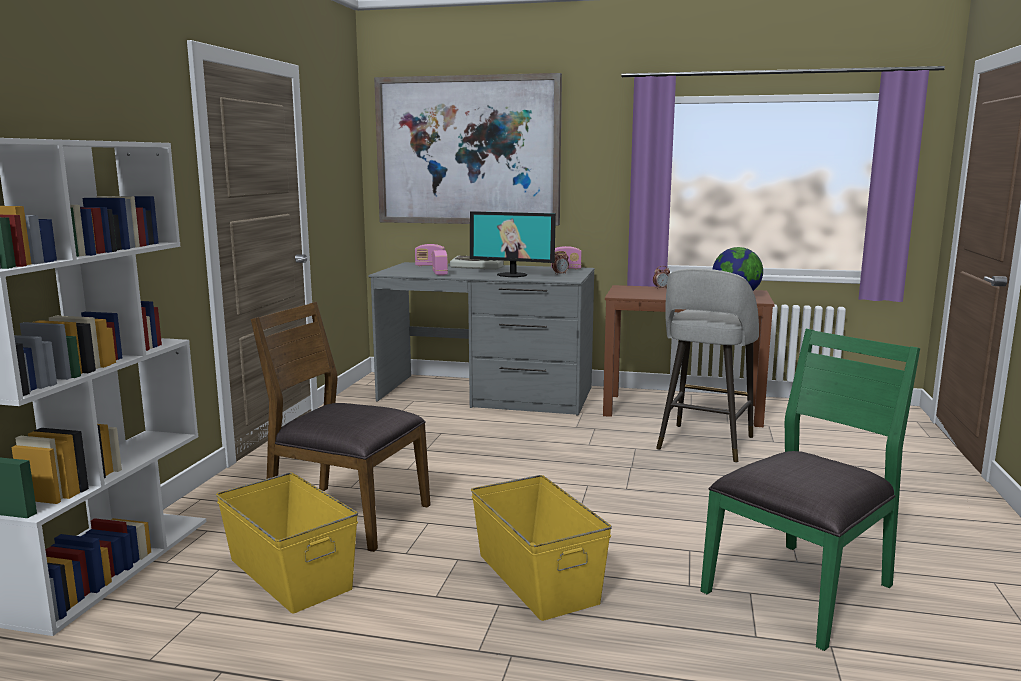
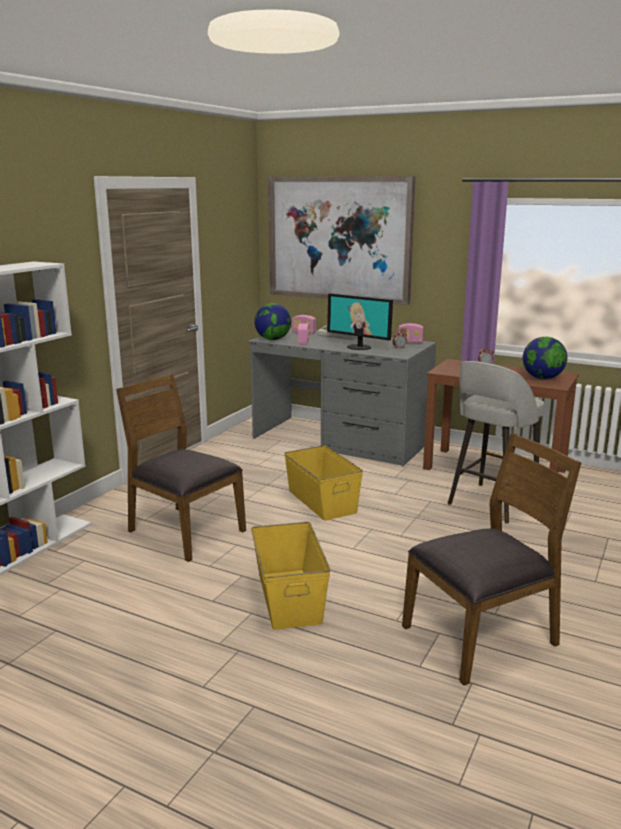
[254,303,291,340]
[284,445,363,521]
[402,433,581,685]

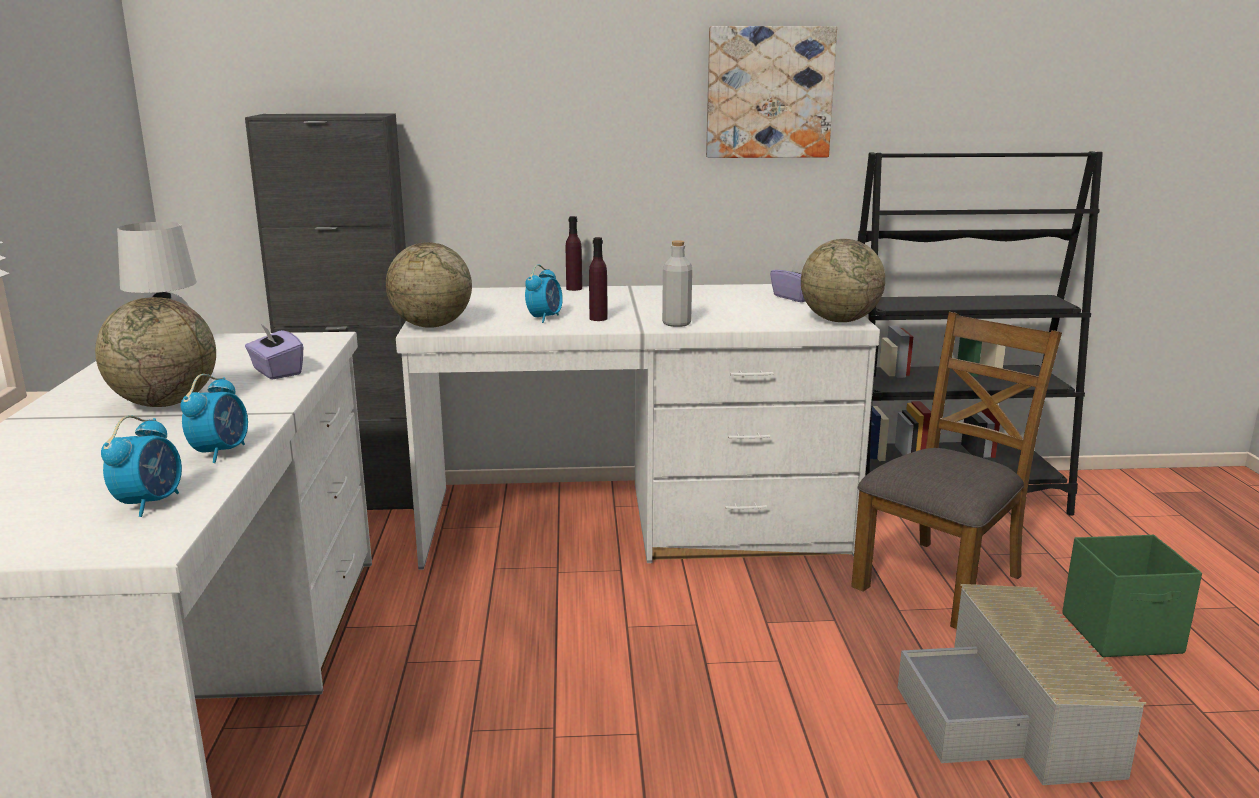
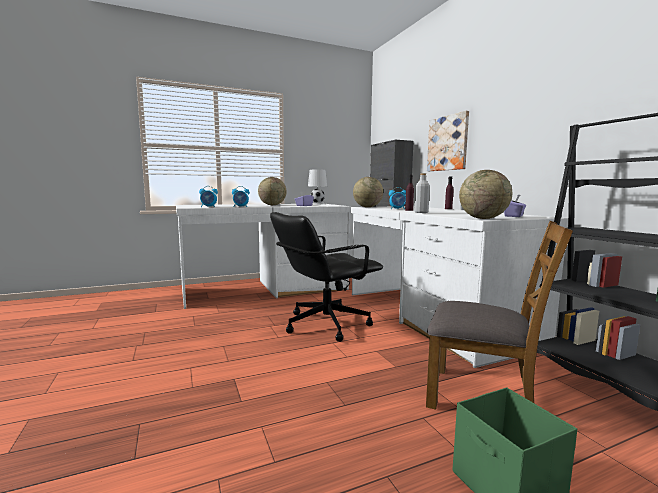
[270,212,383,342]
[427,111,469,171]
[898,584,1146,785] (first image)

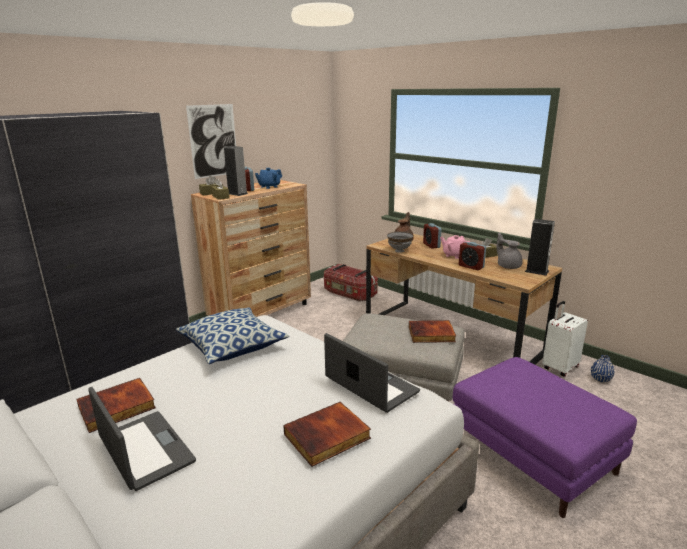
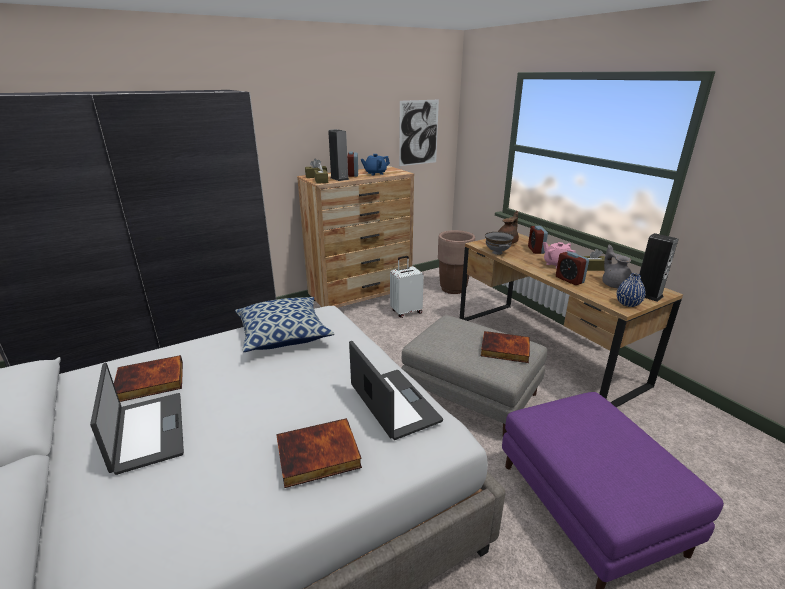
[390,256,424,318]
[399,100,439,166]
[438,230,475,294]
[617,273,645,307]

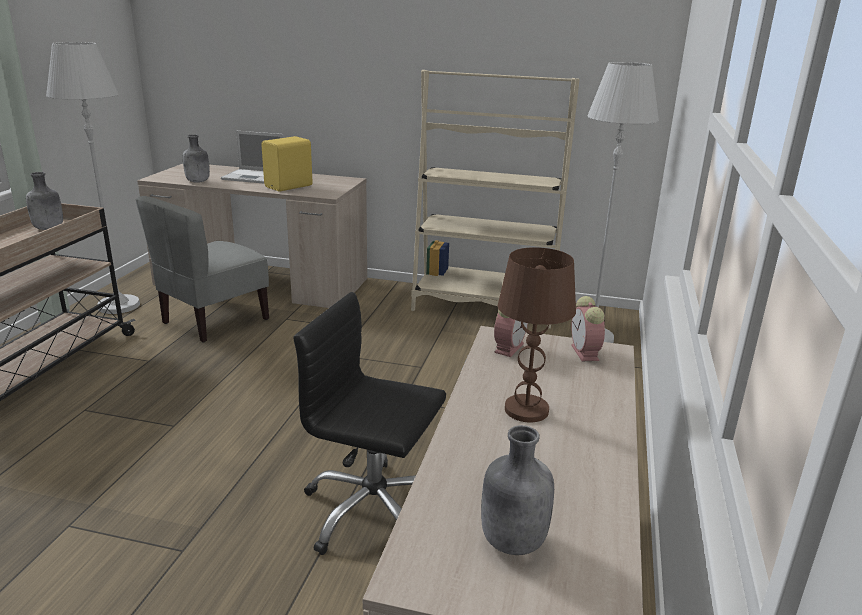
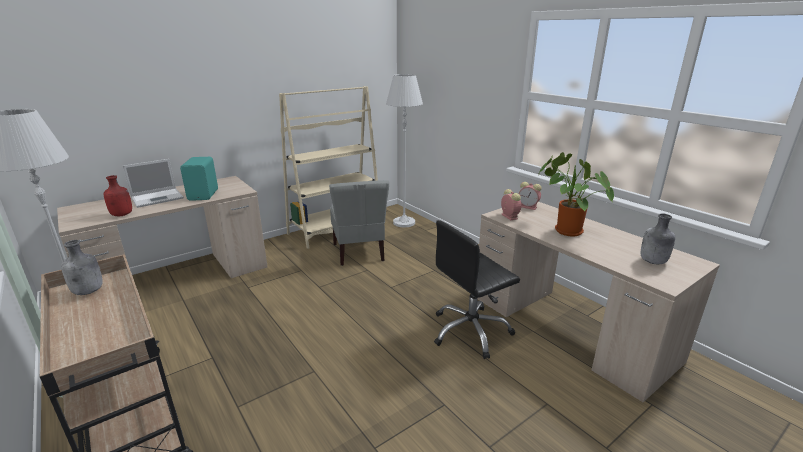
[104,175,132,216]
[180,157,218,201]
[329,180,389,266]
[539,152,614,237]

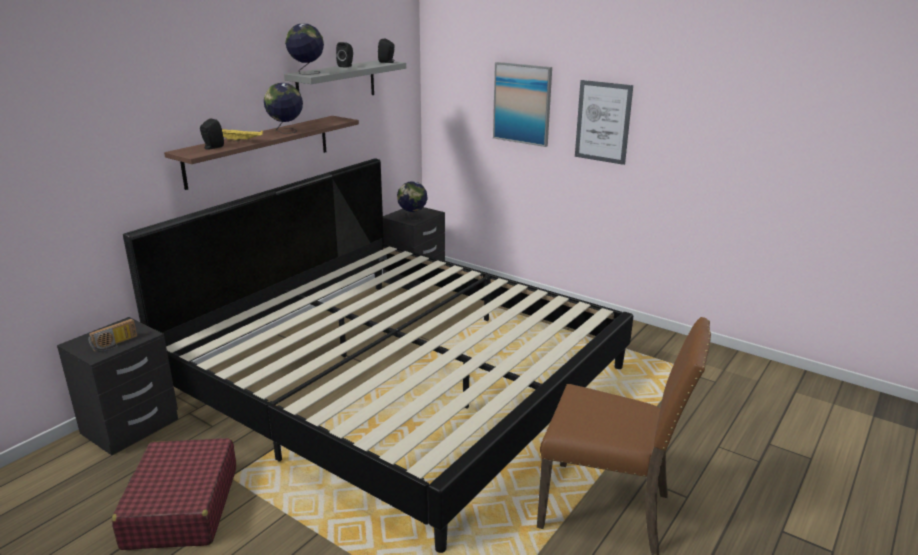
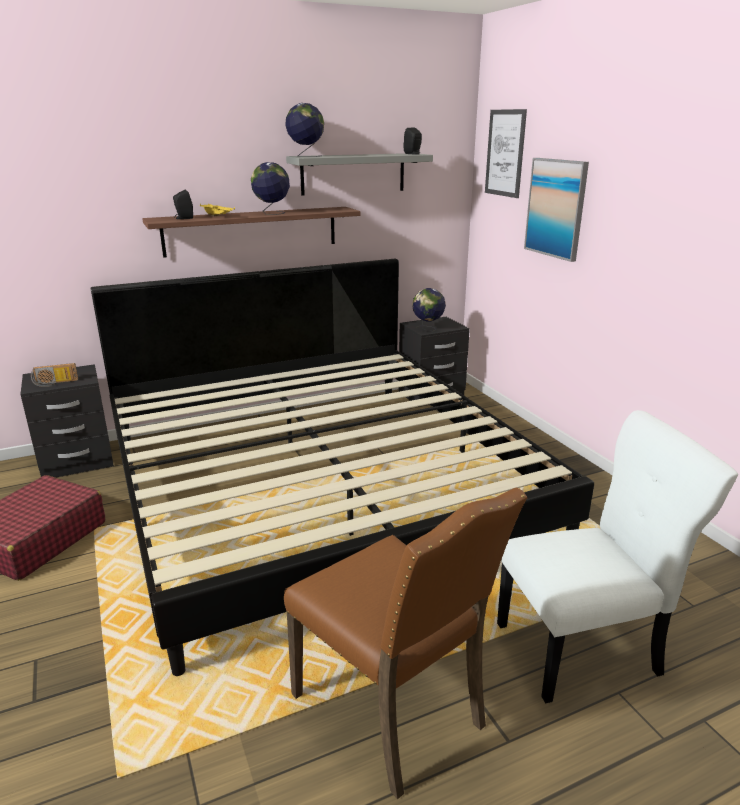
[485,109,527,198]
[497,410,738,703]
[336,42,353,68] (first image)

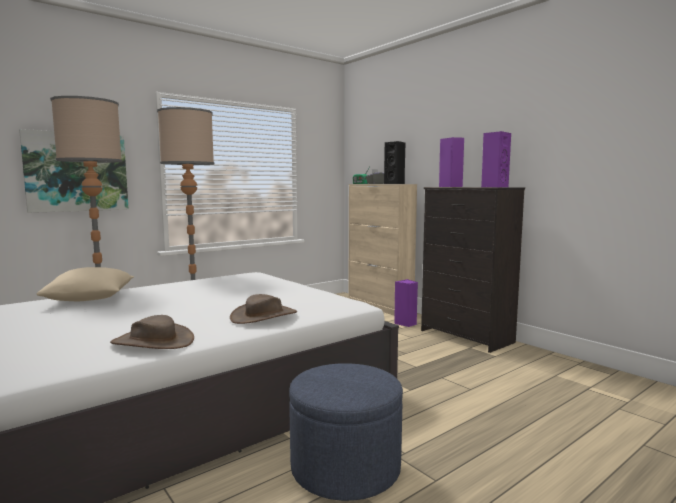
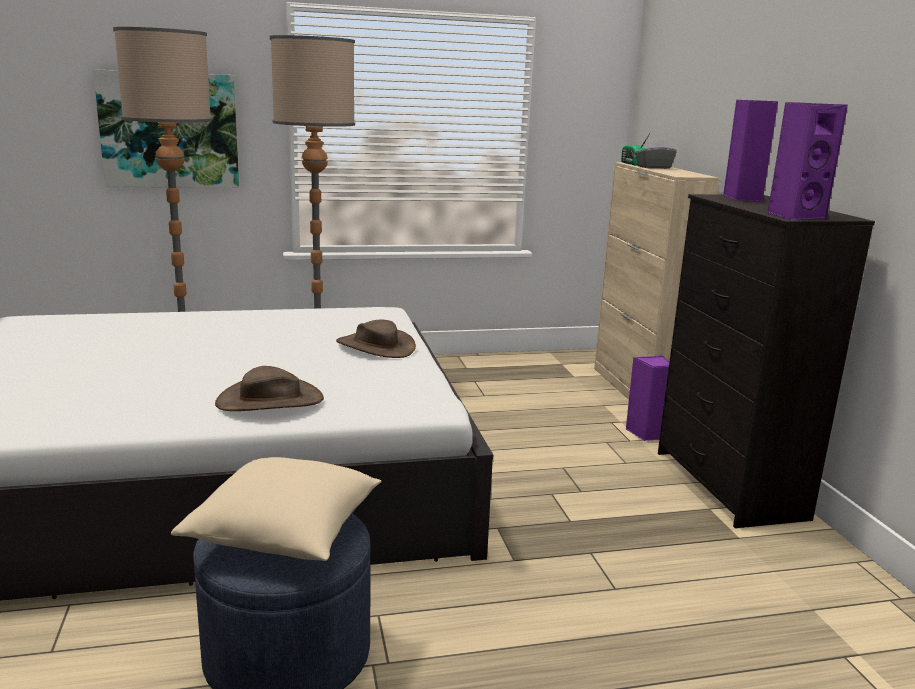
[171,457,382,561]
[336,319,416,358]
[384,141,406,184] (first image)

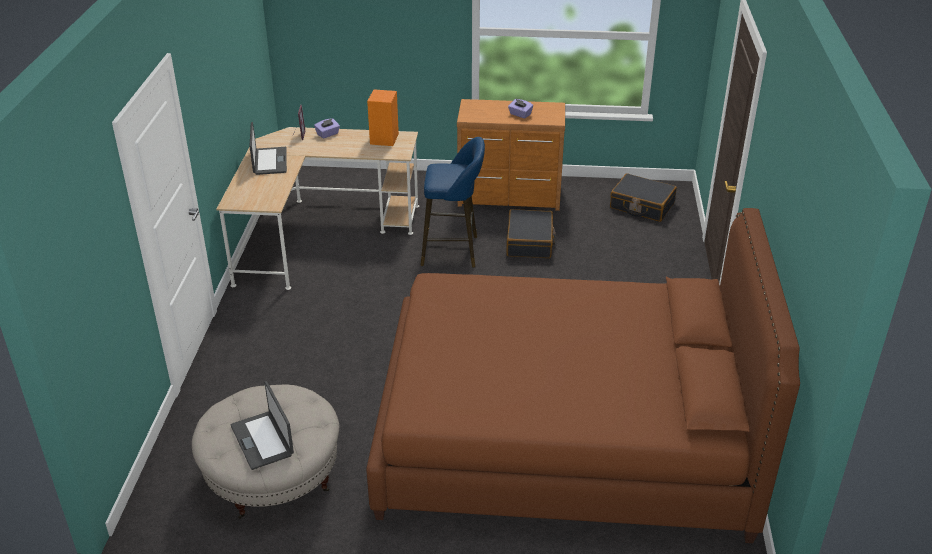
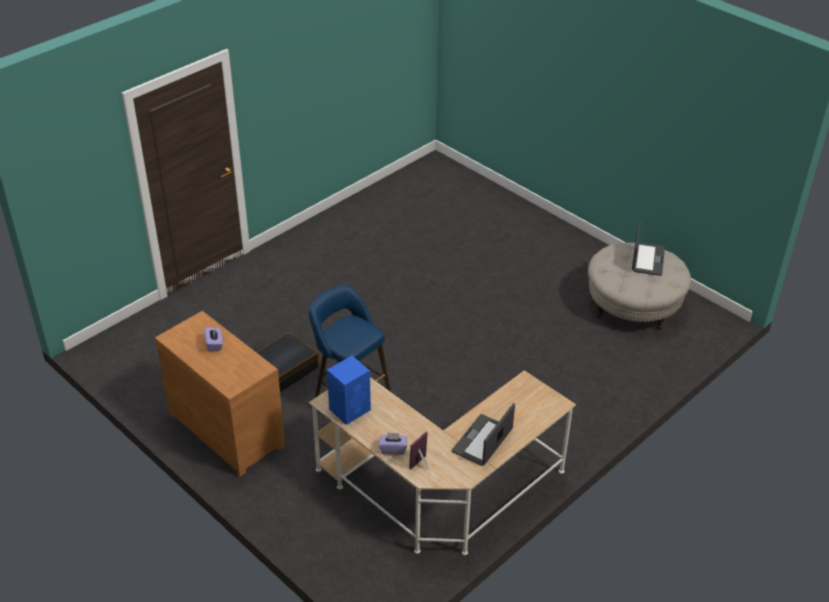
[327,356,371,425]
[366,208,800,543] (first image)
[610,173,677,222] (first image)

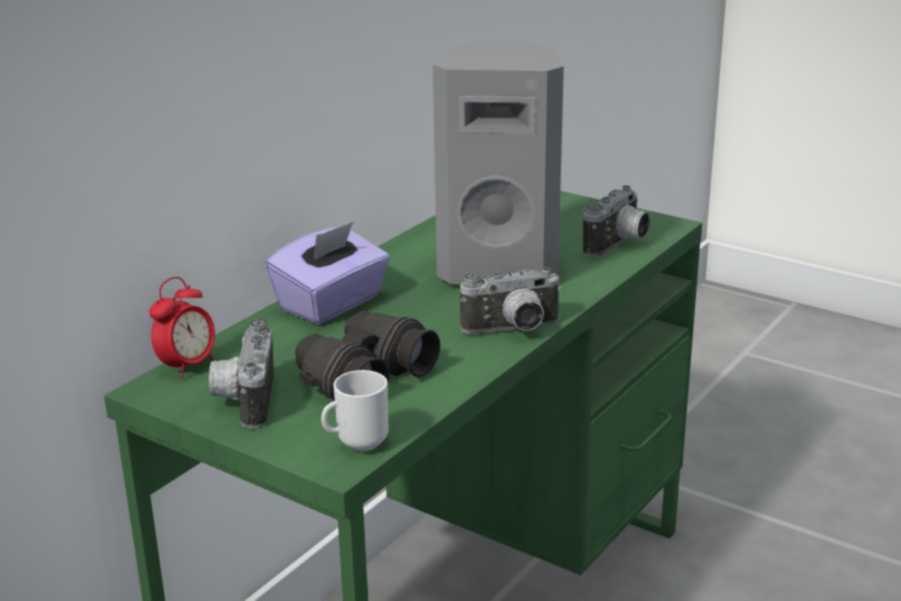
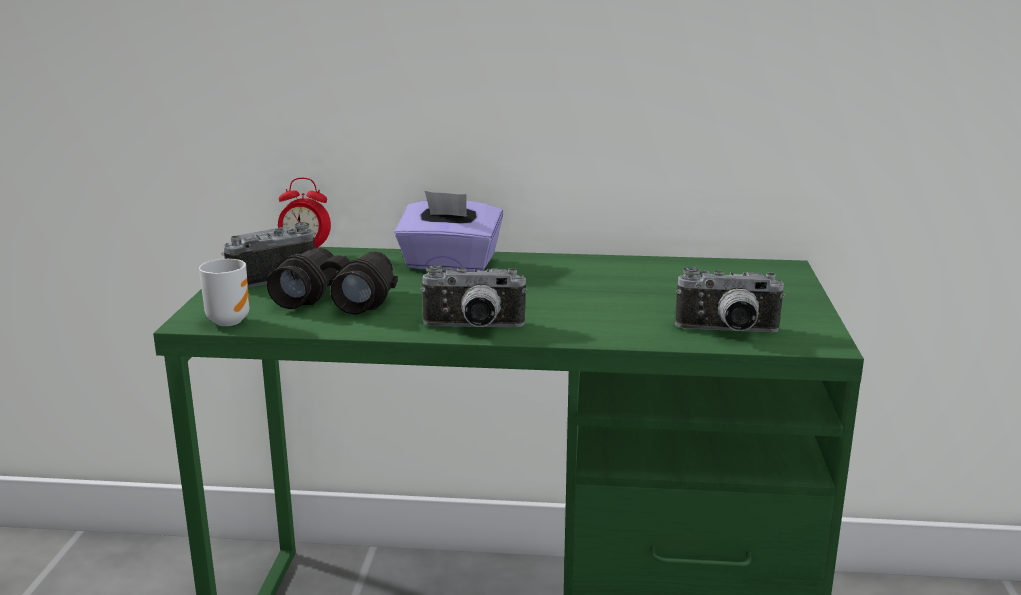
[420,265,527,327]
[433,42,564,284] (first image)

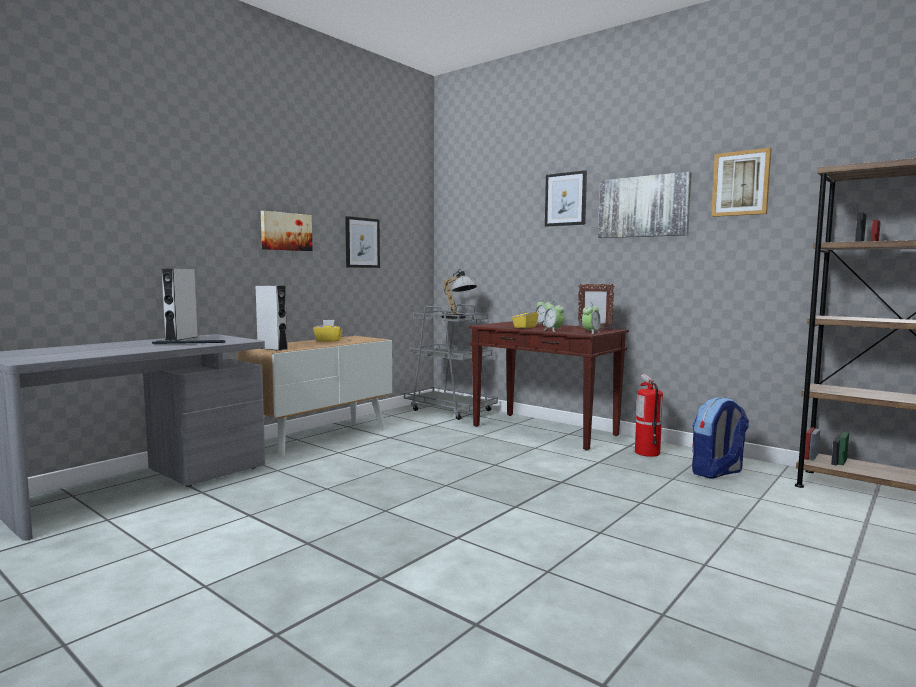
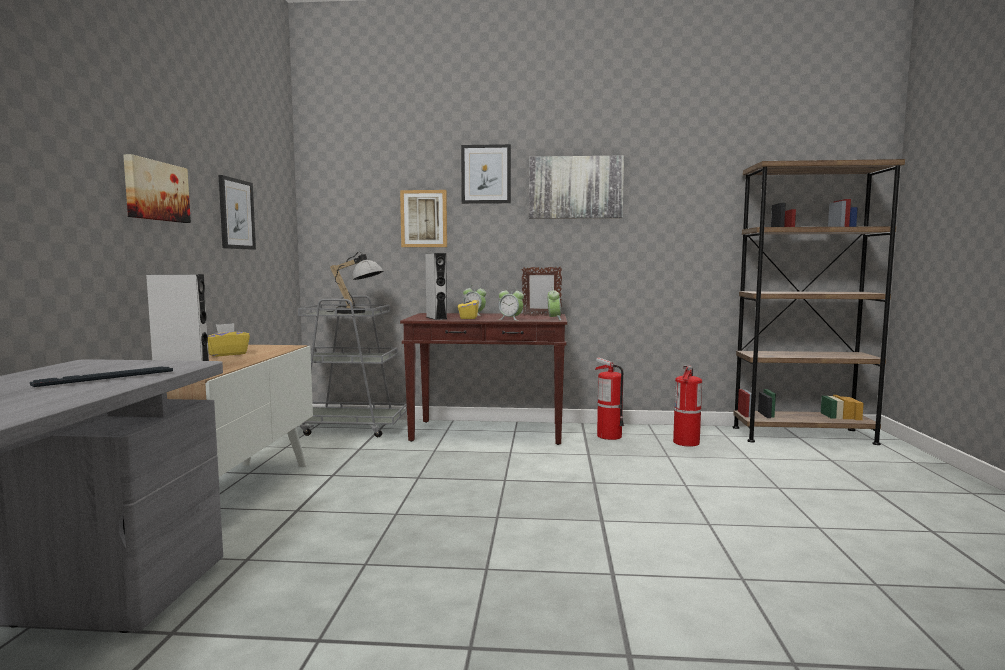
[400,190,447,247]
[425,253,447,320]
[673,366,702,447]

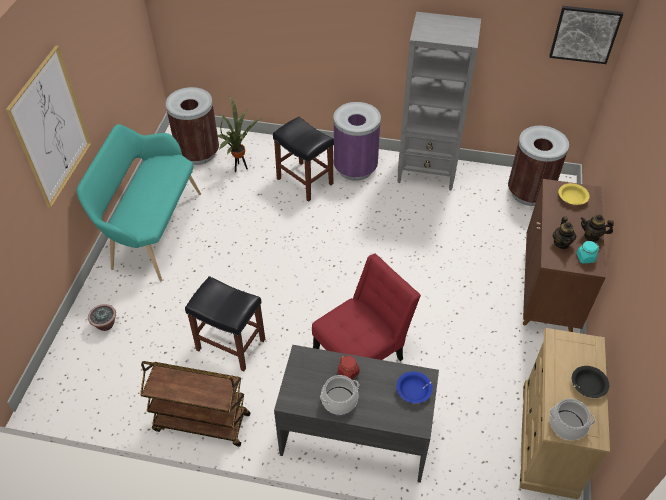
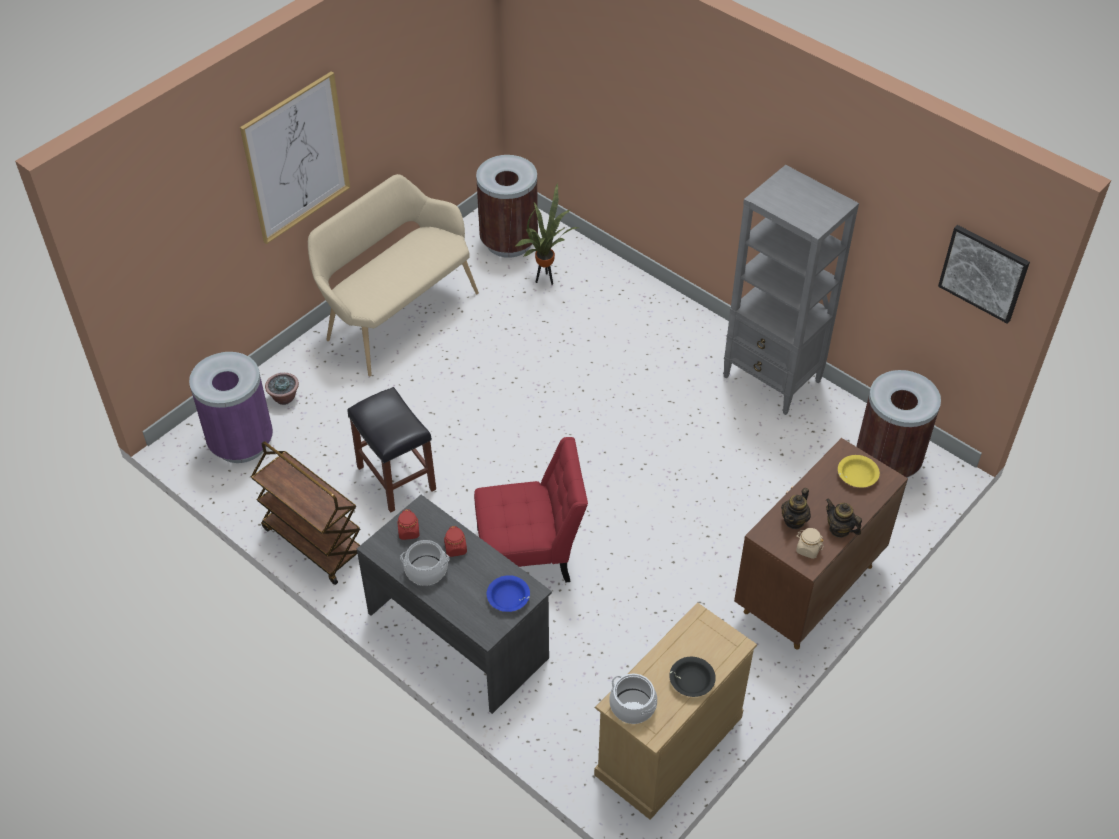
[189,352,273,463]
[308,174,479,376]
[398,509,420,540]
[796,528,824,559]
[273,117,334,202] (first image)

